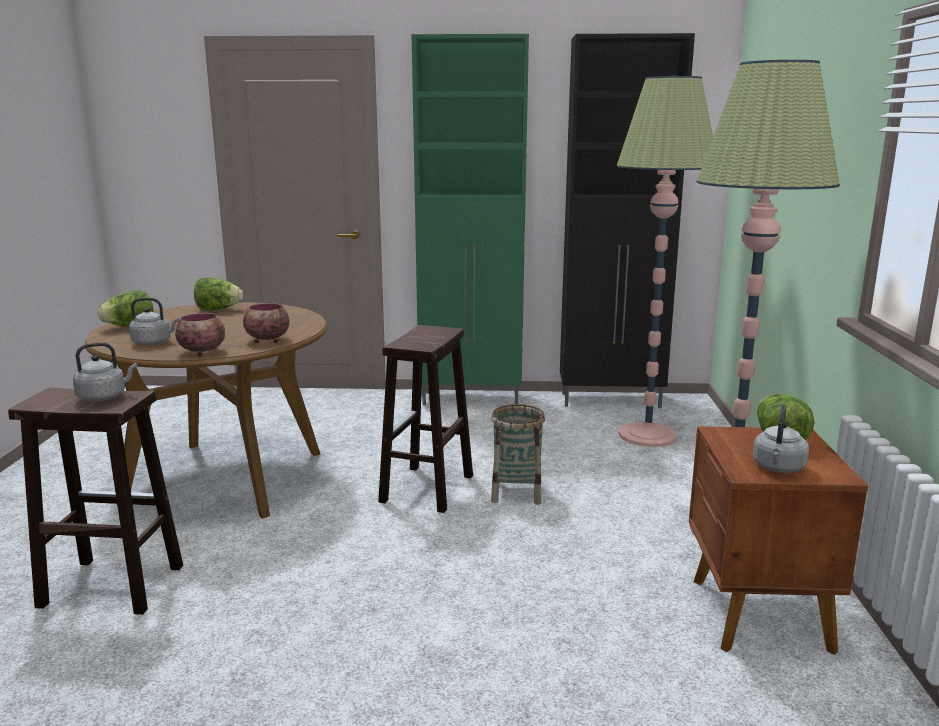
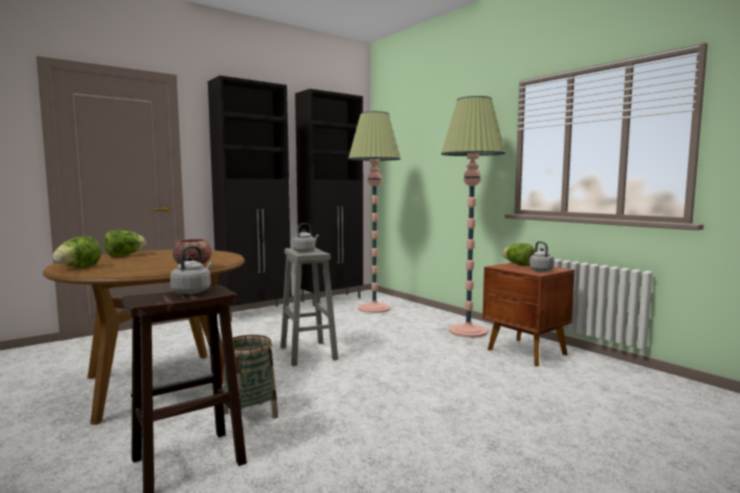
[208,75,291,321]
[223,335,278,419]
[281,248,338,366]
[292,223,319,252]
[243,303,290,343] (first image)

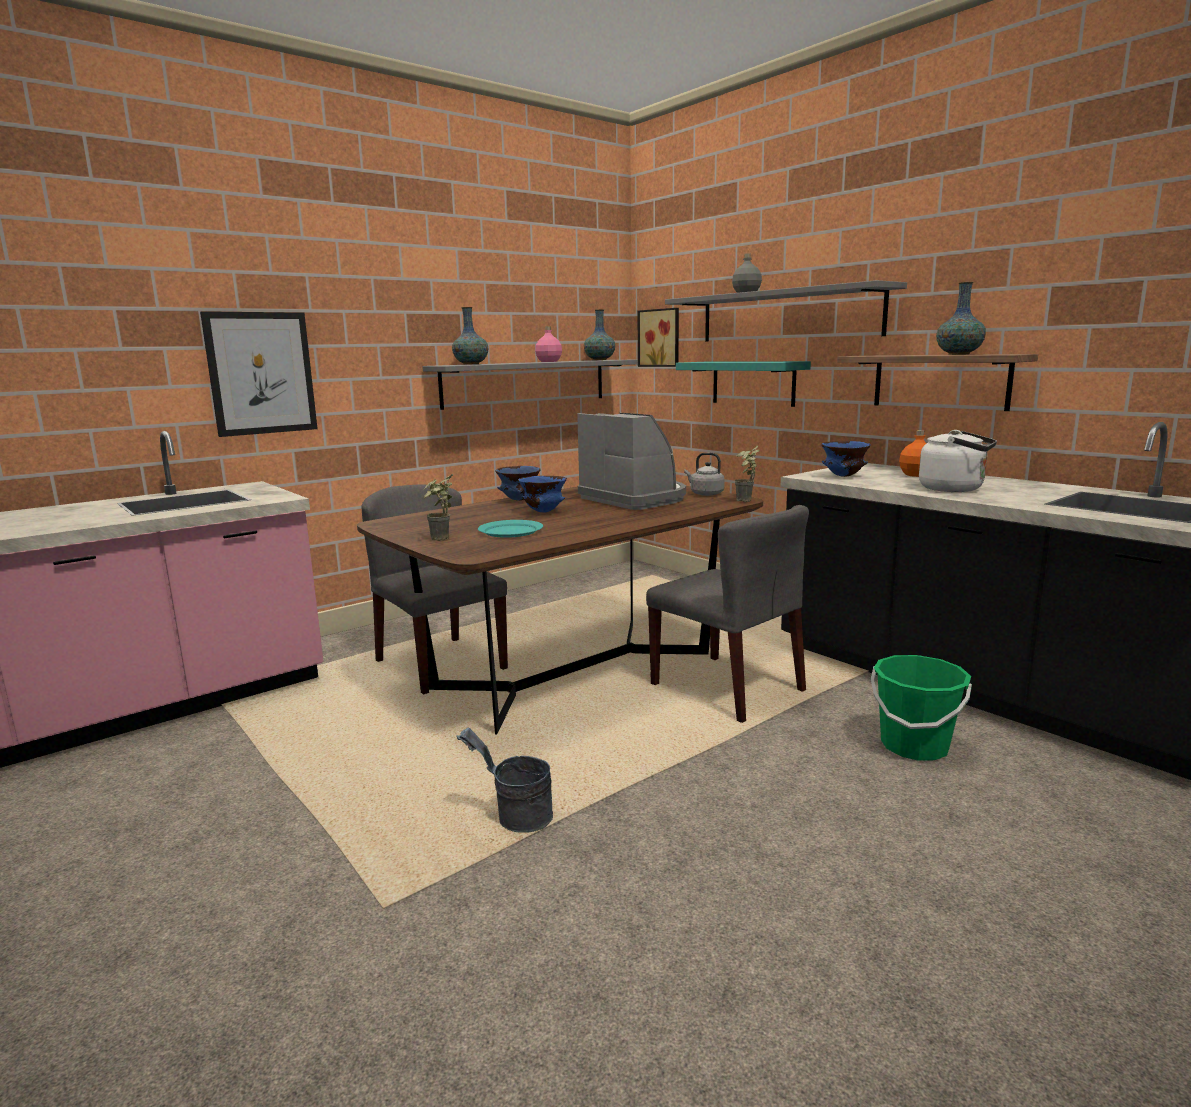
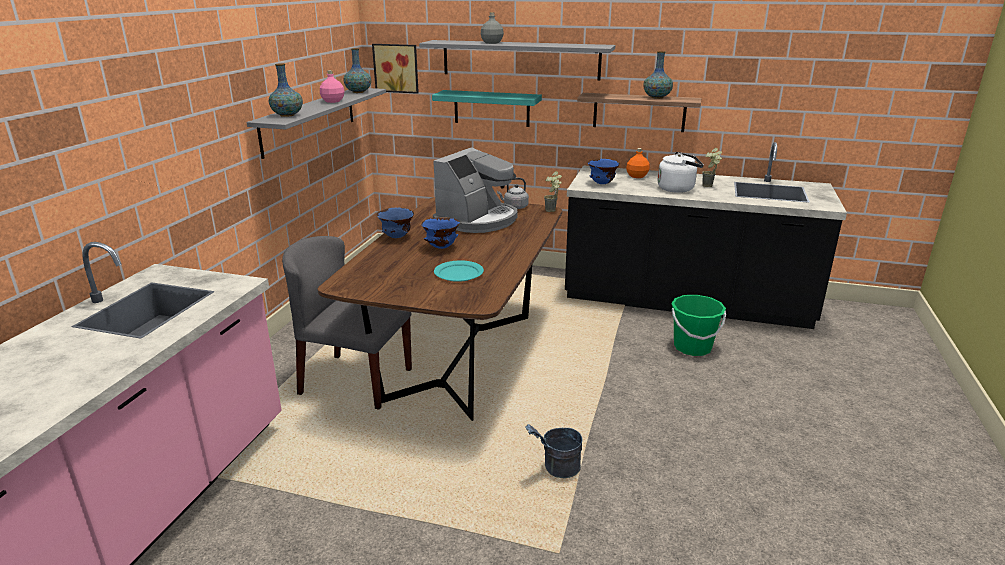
[433,147,518,233]
[702,148,722,187]
[200,311,318,437] (first image)
[646,505,809,723] (first image)

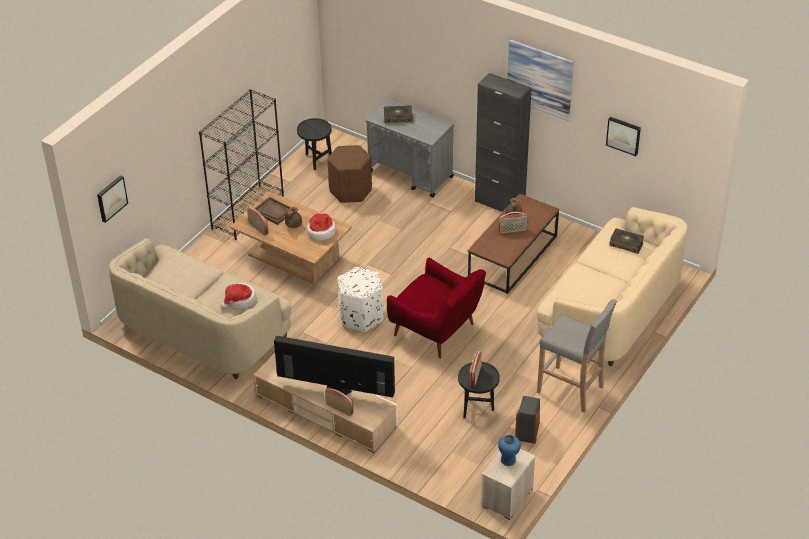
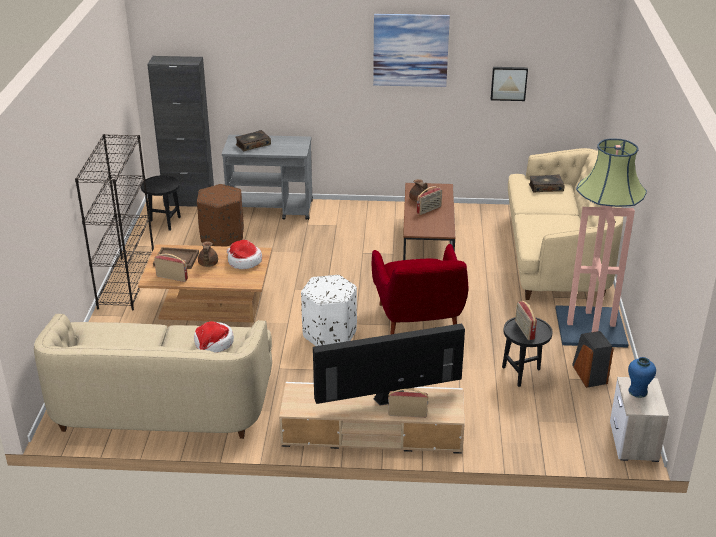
[147,56,214,207]
[372,244,468,335]
[556,138,647,348]
[97,175,128,223] (first image)

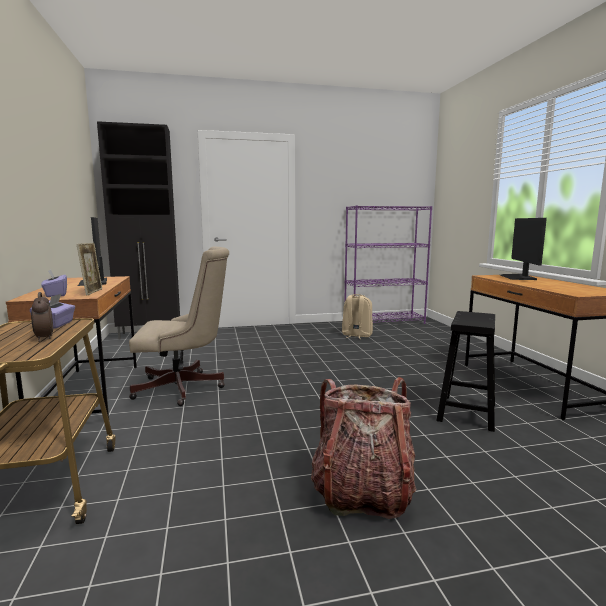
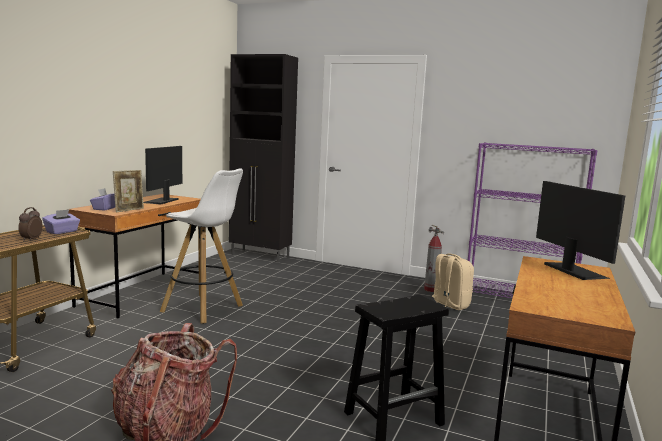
[160,168,243,324]
[424,225,444,292]
[536,181,625,280]

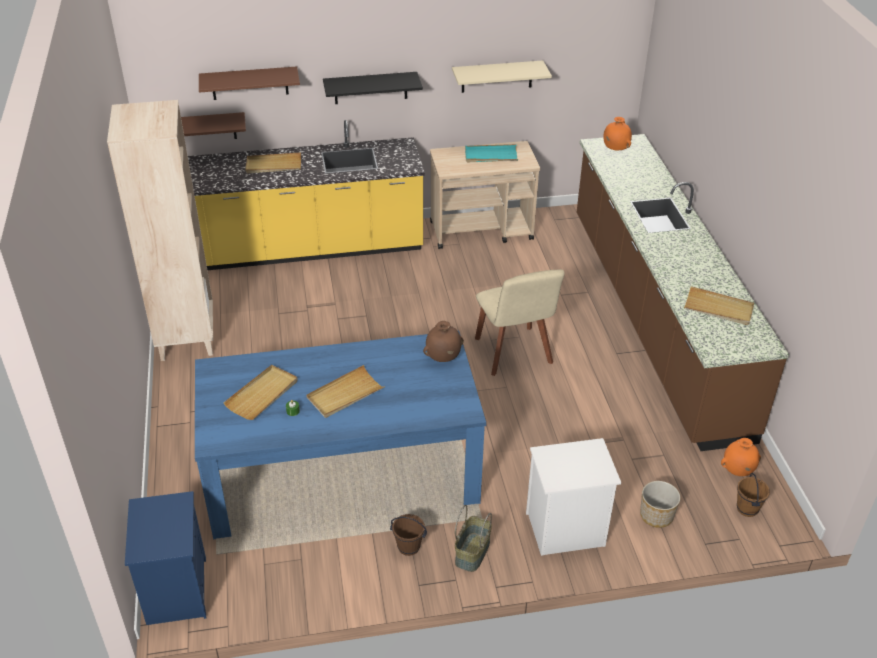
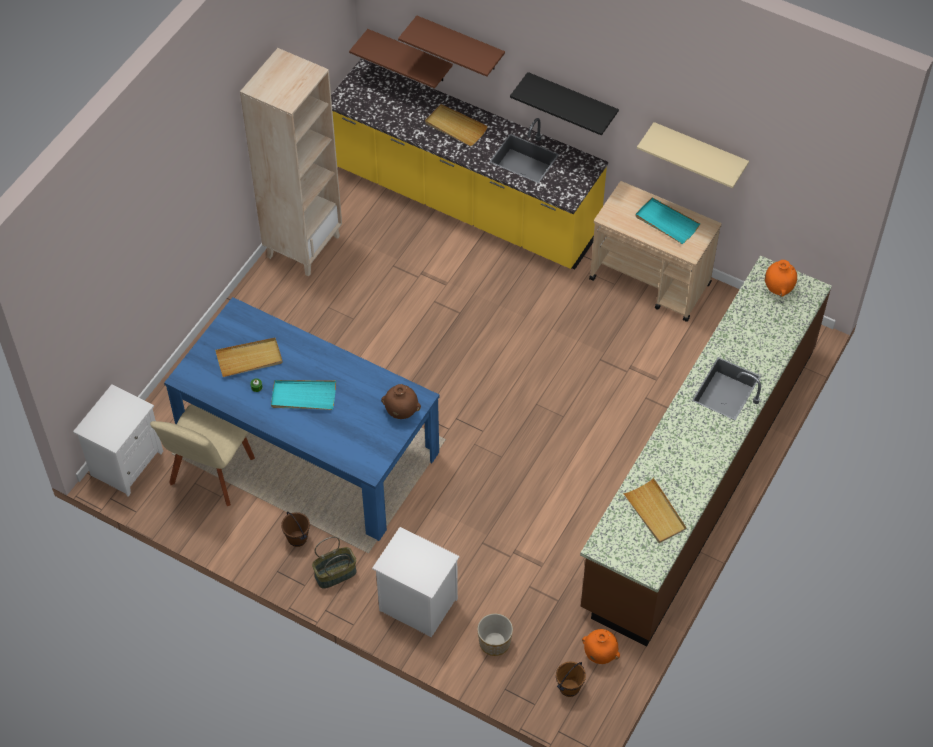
[73,384,163,497]
[150,404,255,506]
[271,380,336,410]

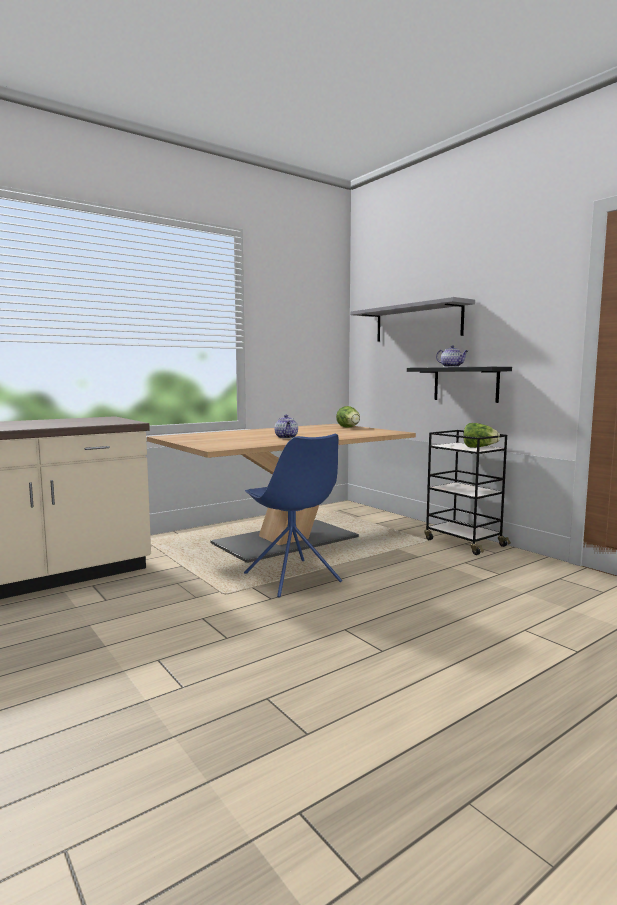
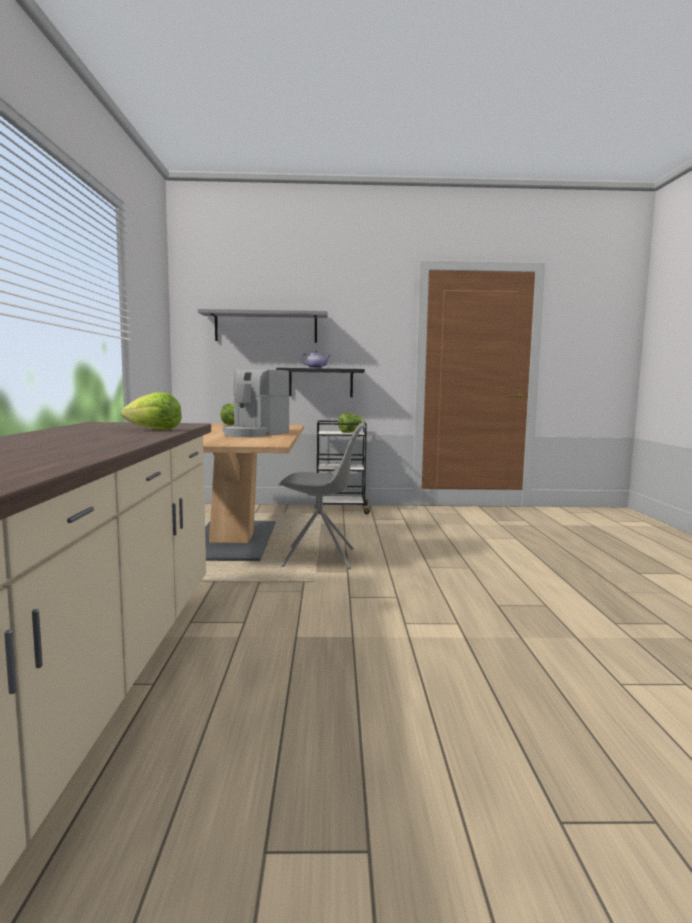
[121,392,182,430]
[222,369,290,437]
[278,422,366,569]

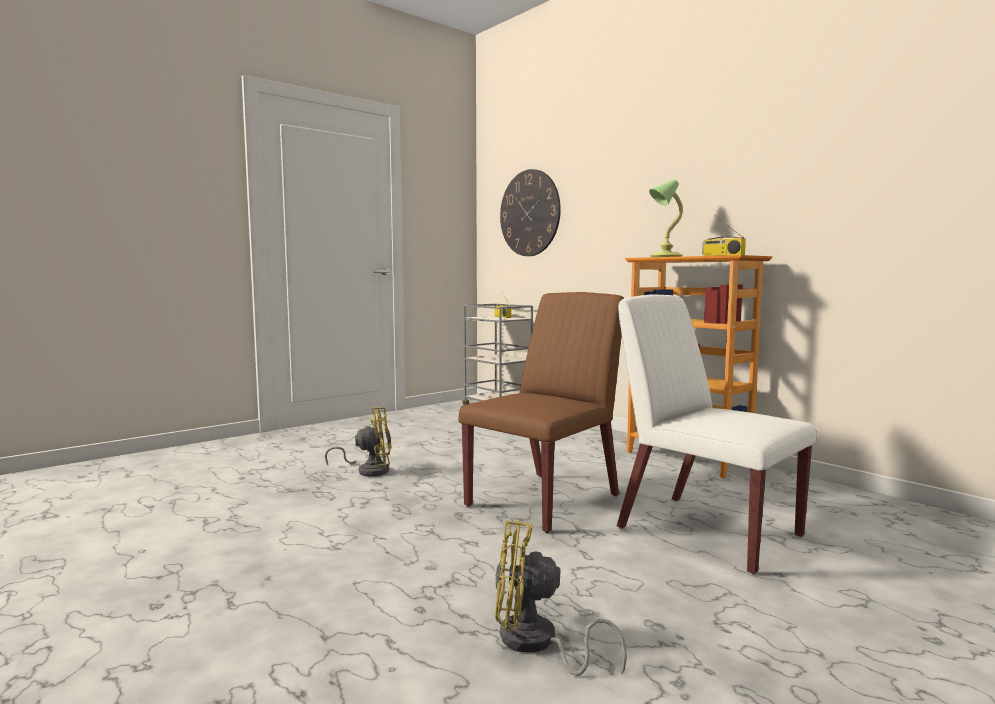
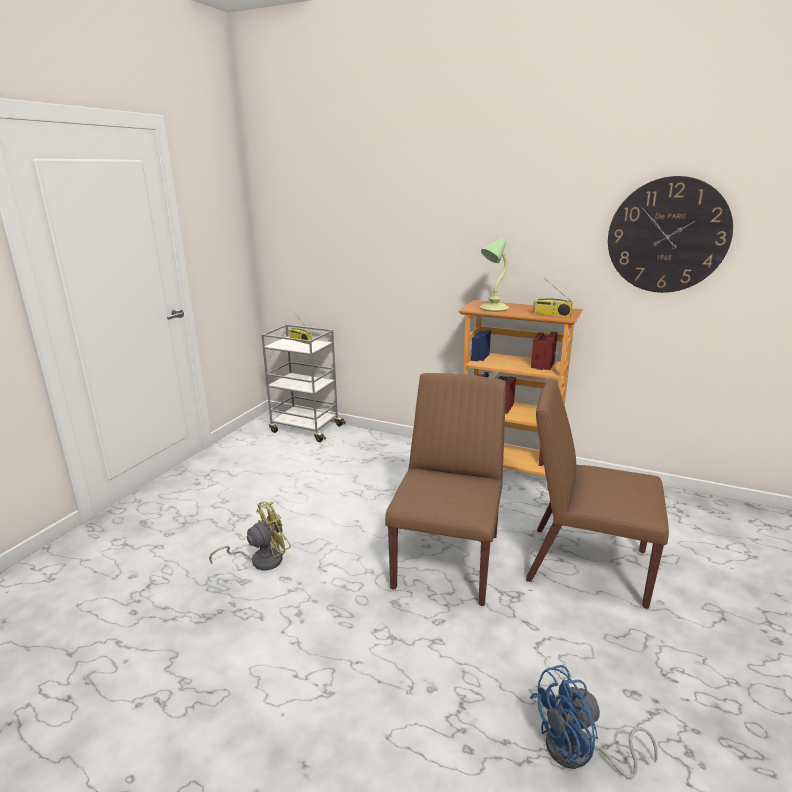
[526,378,669,609]
[530,665,658,779]
[608,176,733,293]

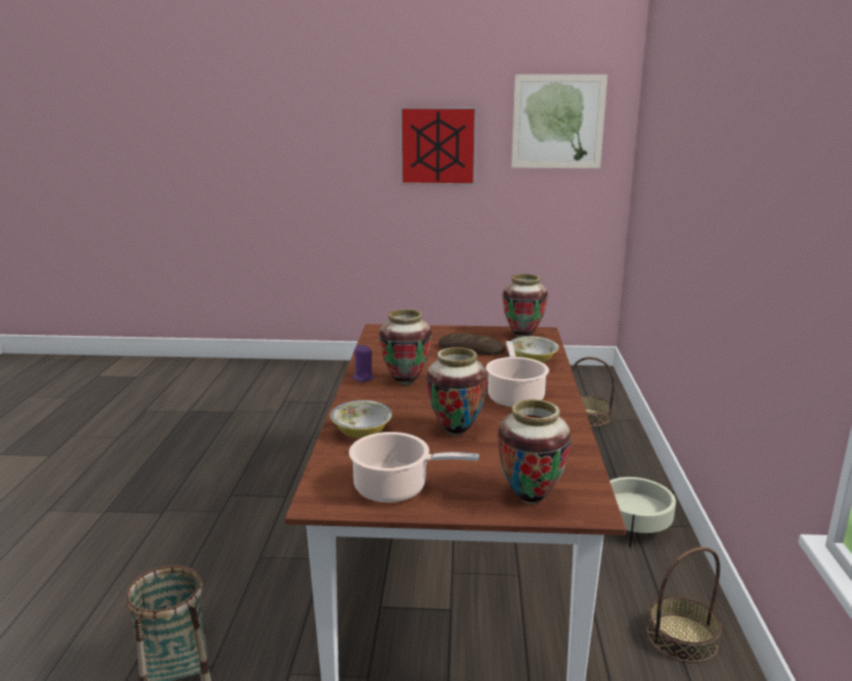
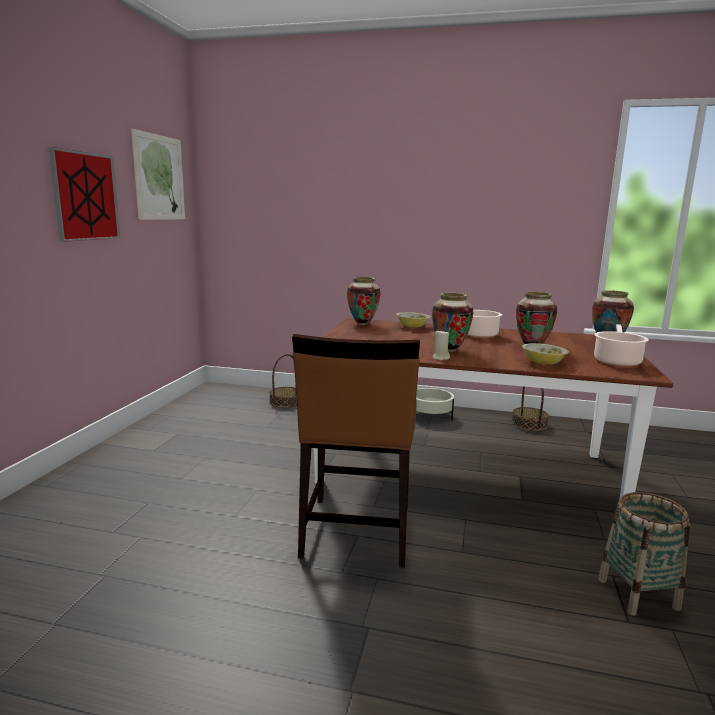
[292,334,420,568]
[432,329,450,361]
[438,333,506,355] (first image)

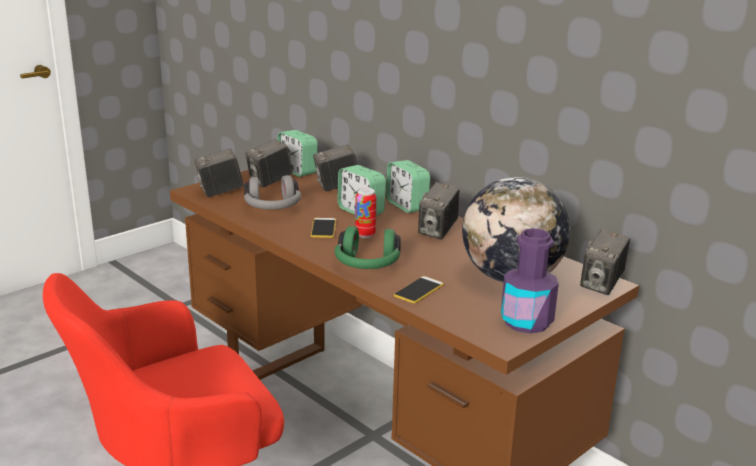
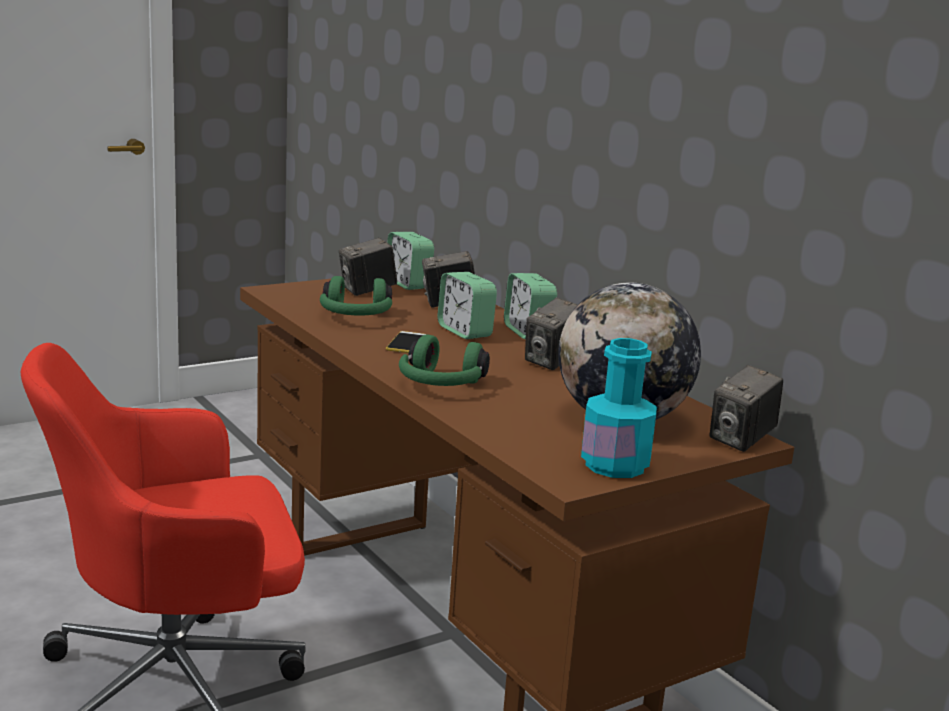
[320,276,392,316]
[581,338,657,478]
[195,149,244,197] (first image)
[355,188,376,238] (first image)
[394,276,444,304] (first image)

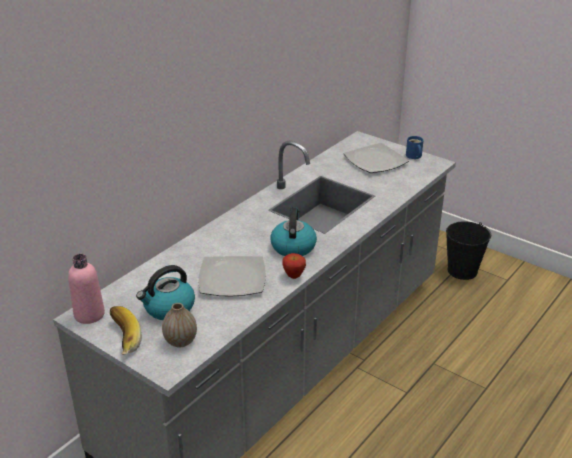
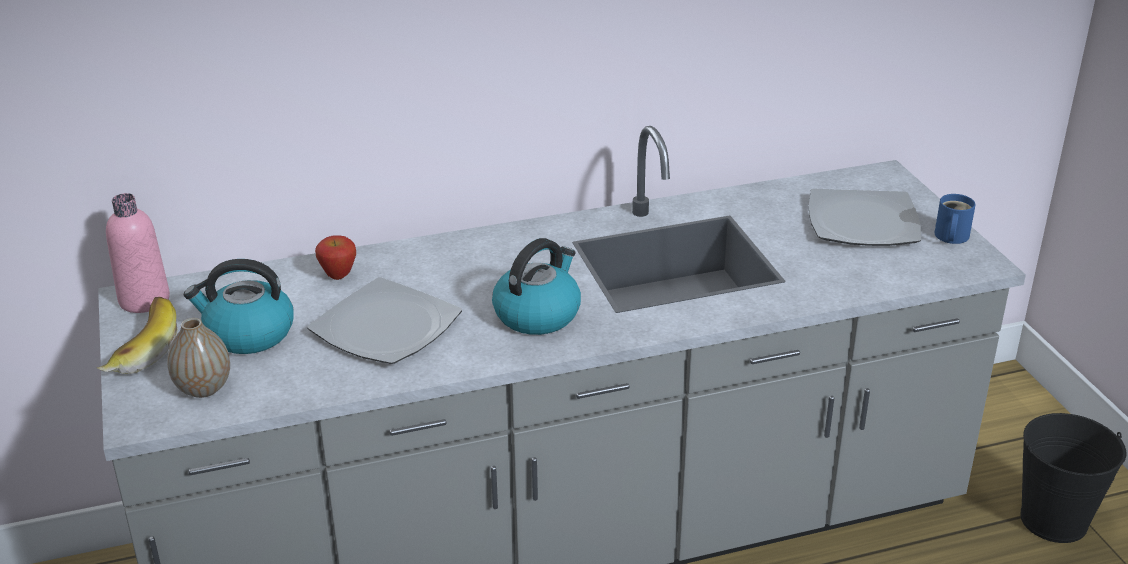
[315,235,356,280]

